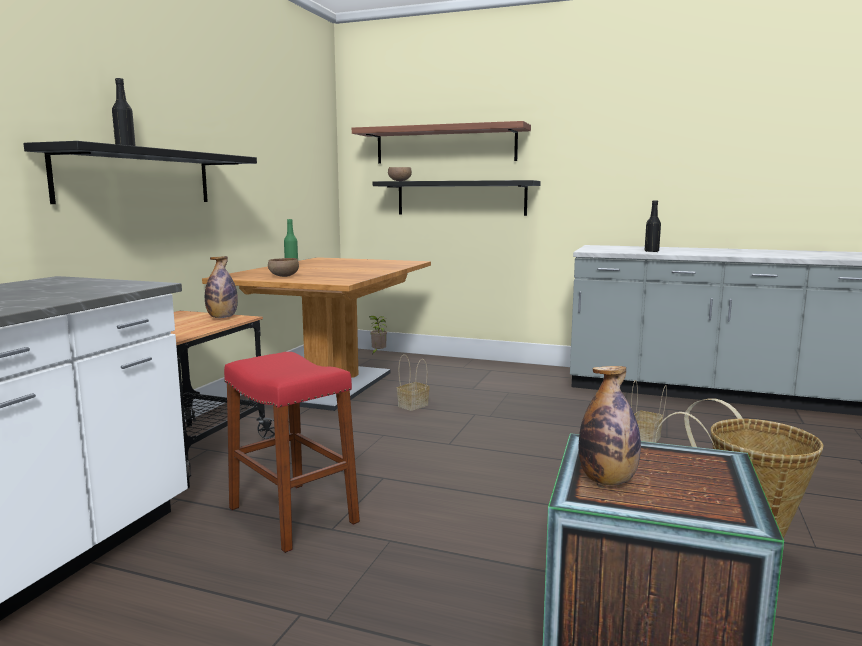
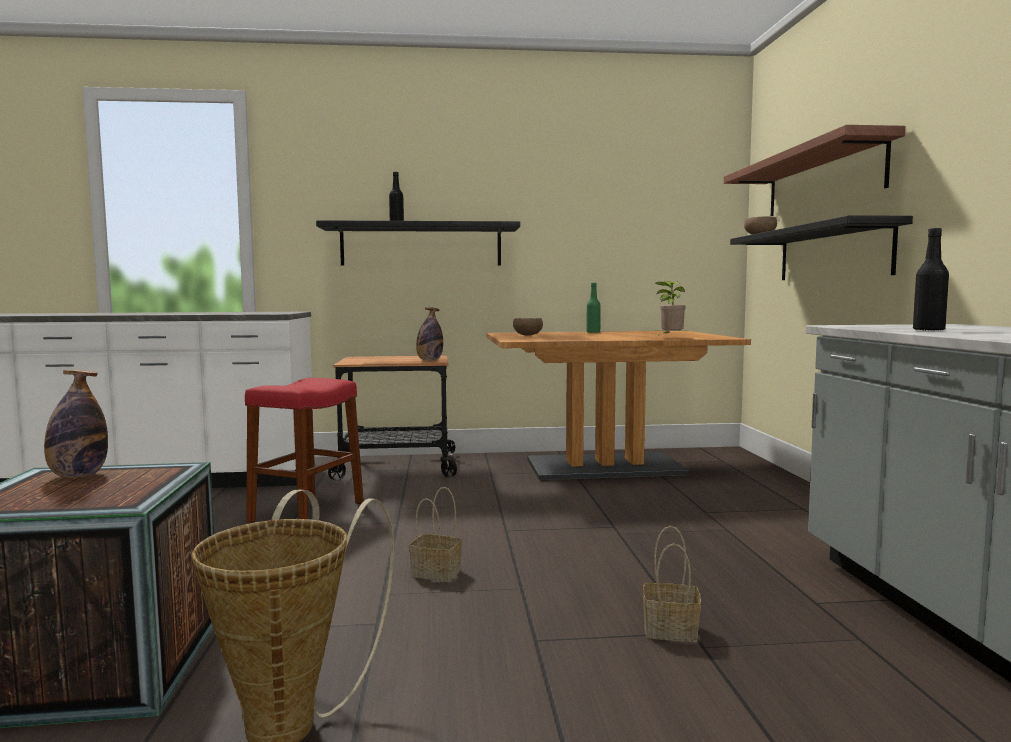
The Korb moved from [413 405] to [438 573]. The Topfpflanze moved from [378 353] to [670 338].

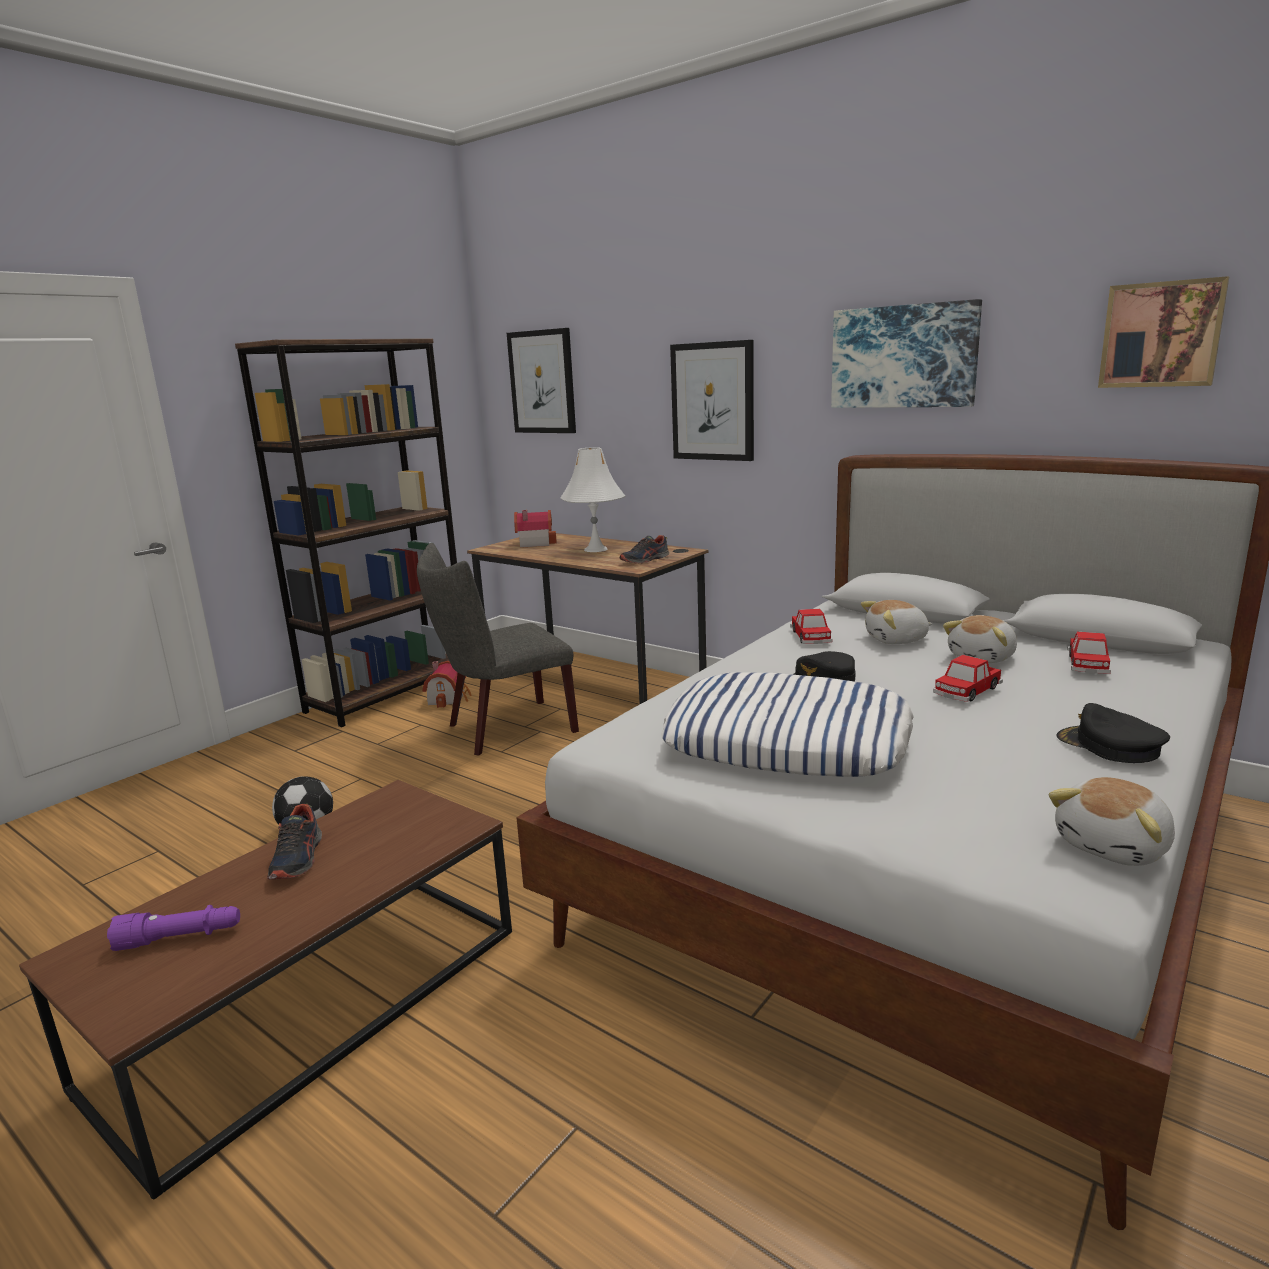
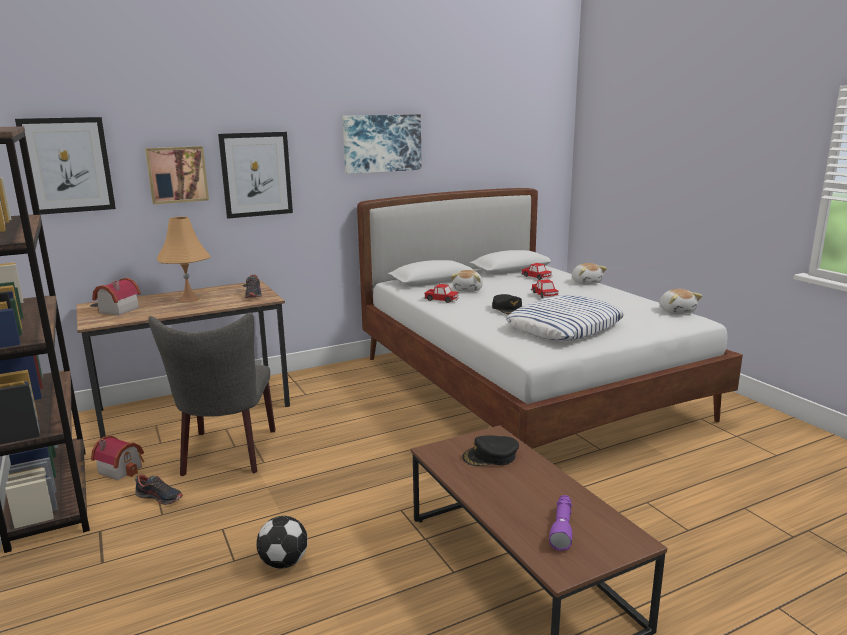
The Schuh moved from [298 859] to [160 497]. The Bild moved from [1161 334] to [177 174]. The Tischlampe/weiß at [596 549] became the Tischlampe/orange at [189 299]. The Kappe/schwarz moved from [1109 746] to [490 456]. The Plüschtier moved from [983 657] to [586 282].

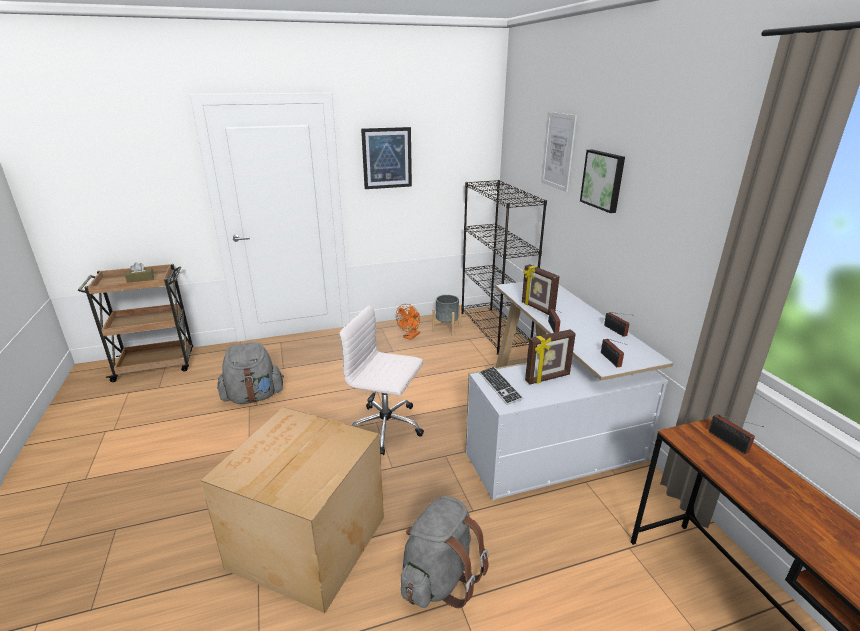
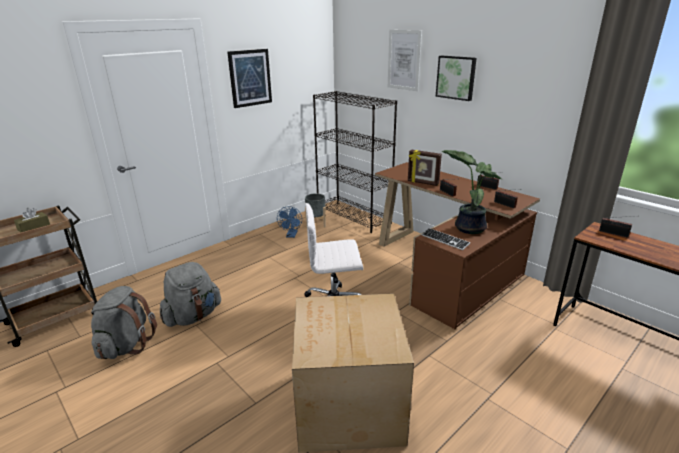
The Rucksack/grau moved from [439 578] to [126 345]. The Ventilator/orange at [410 337] became the Ventilator/blau at [291 235]. The Schreibtisch/weiß at [549 423] became the Schreibtisch/braun at [446 269]. The Bilderrahmen at [548 378] was replaced by the Topfpflanze at [468 227].

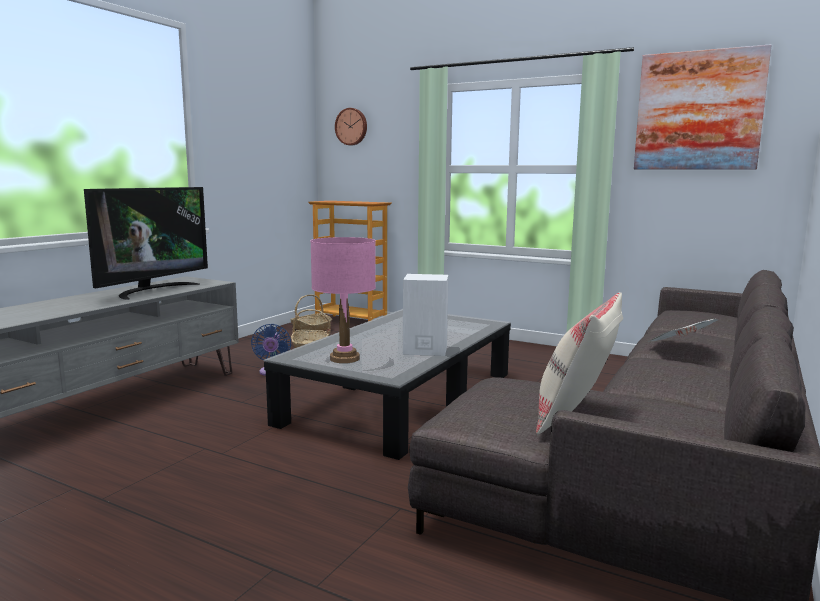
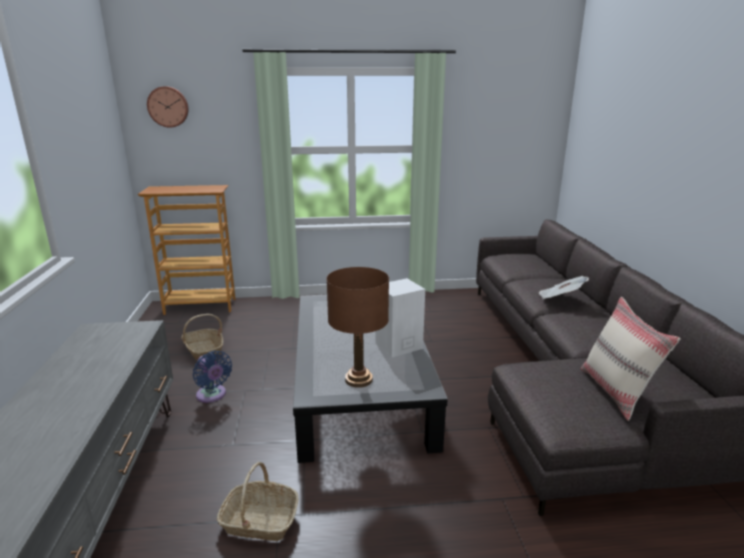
The Korb moved from [310 329] to [259 521]. The Tischlampe/rosa at [345 358] became the Tischlampe/braun at [359 379]. The Fernseher at [152 290] disappeared. The Bild at [698 111] disappeared.

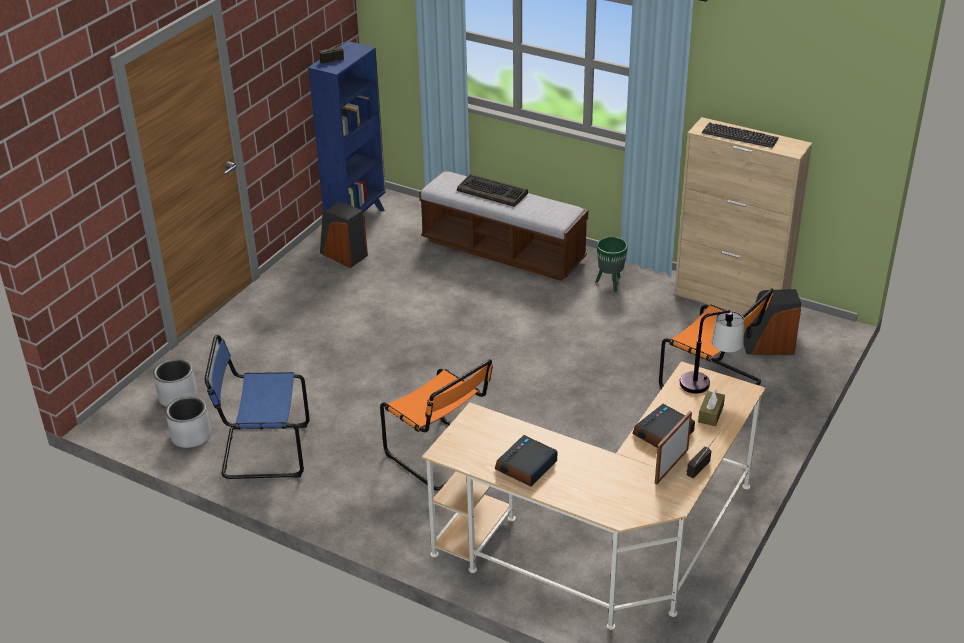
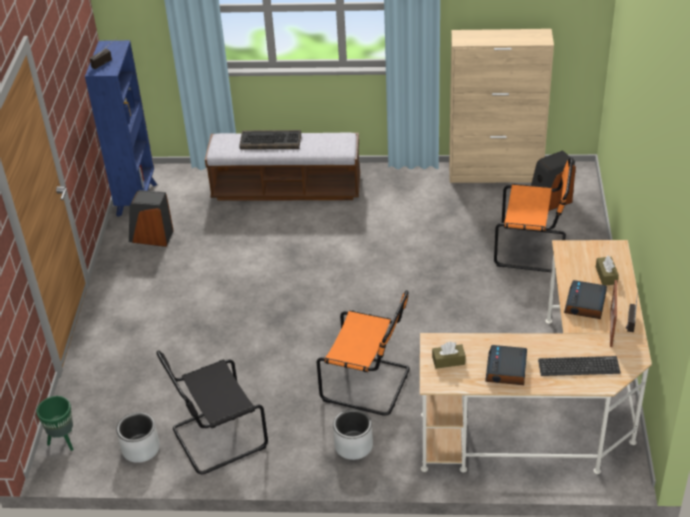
The Pflanzkübel/grün moved from [610 284] to [64 441]. The Stuhl/blau at [262 452] became the Stuhl/schwarz at [216 438]. The Pflanzkübel/grau moved from [178 397] to [353 445]. The Taschentuchbox/braun at [448 361] appeared. The Tastatur moved from [739 136] to [578 366]. The Tischlampe at [708 382] disappeared.

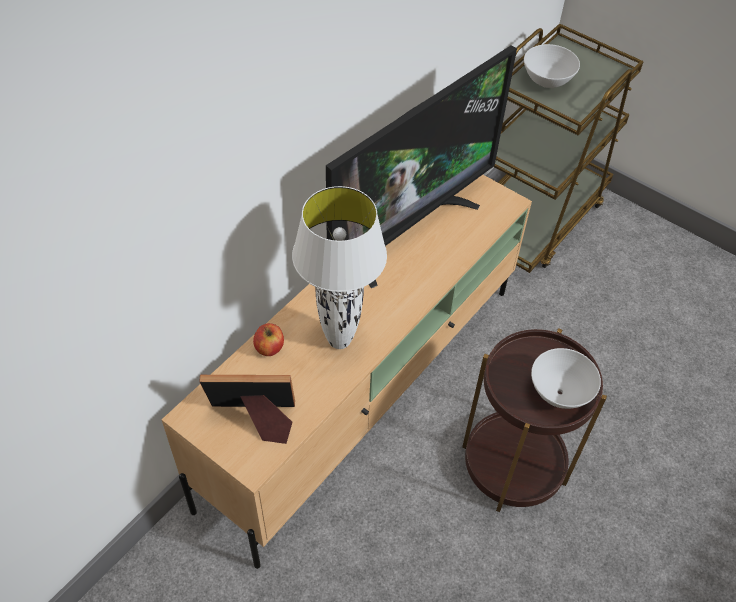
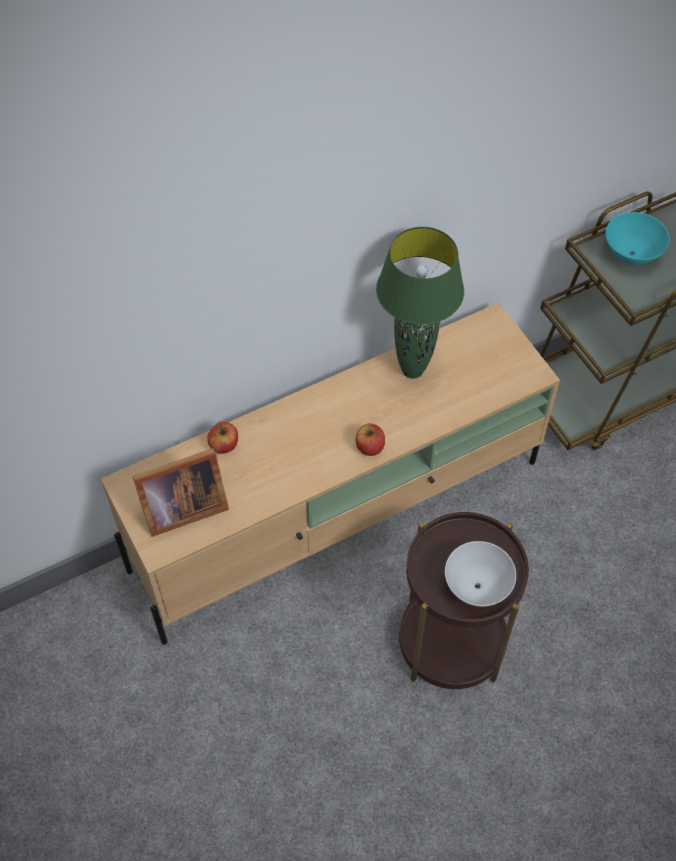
The Bilderrahmen at [256 419] turned 135 degrees clockwise. The Apfel at [369 447] appeared. The Fernseher at [406 230] was replaced by the Tischlampe/grün at [413 370]. The Schüssel/weiß at [546 82] became the Schüssel/türkis at [631 254]. The Tischlampe/weiß at [340 340] disappeared.

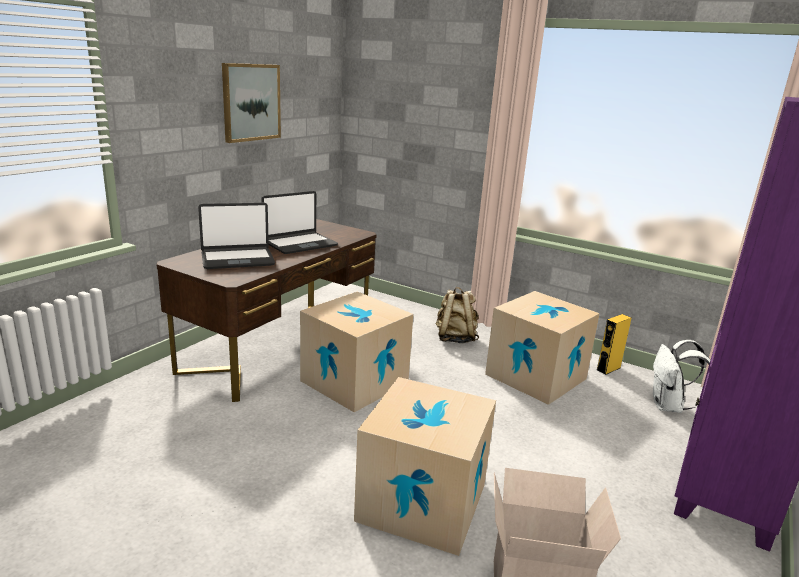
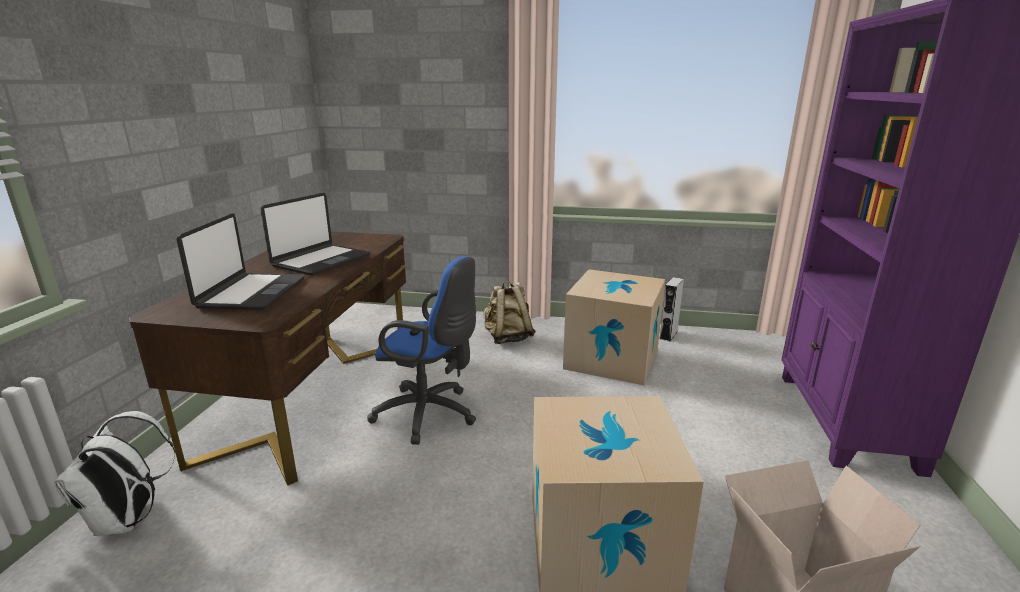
The Rucksack/weiß moved from [669 407] to [128 520]. The Laptop at [237 259] turned 45 degrees counterclockwise. The Karton at [354 382] was replaced by the Bürostuhl/blau at [430 415]. The Lautsprecher/gelb at [608 369] became the Lautsprecher/grau at [668 335]. The Bild at [251 102] disappeared.

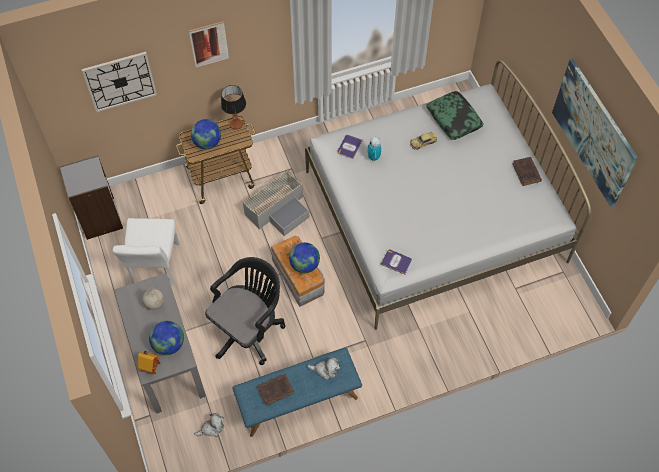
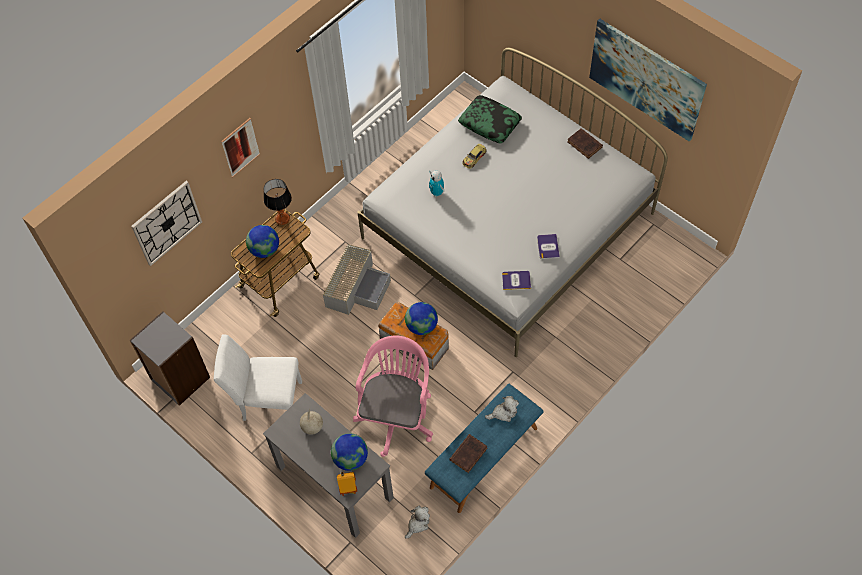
The Stuhl/weiß at [154 268] turned 120 degrees clockwise. The Bürostuhl/schwarz at [249 329] became the Bürostuhl/rosa at [397 414]. The Buch moved from [349 147] to [548 246].

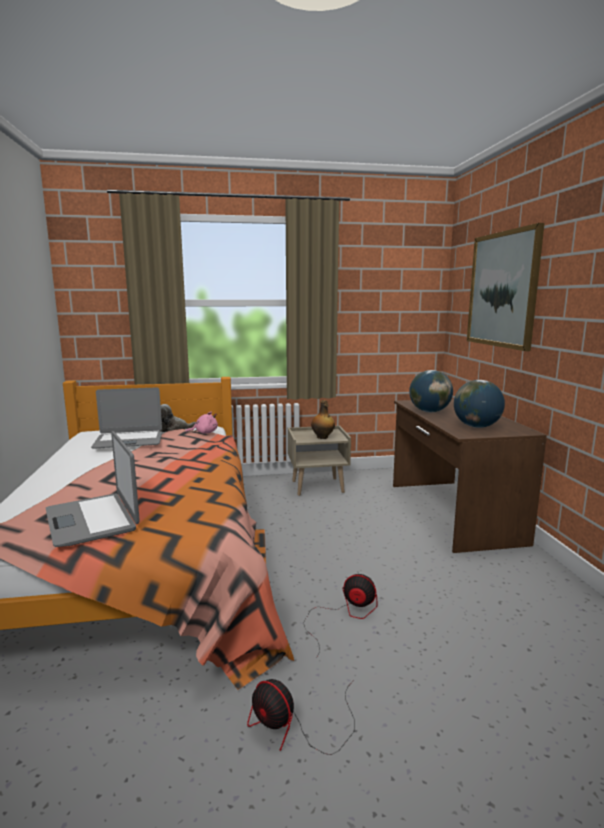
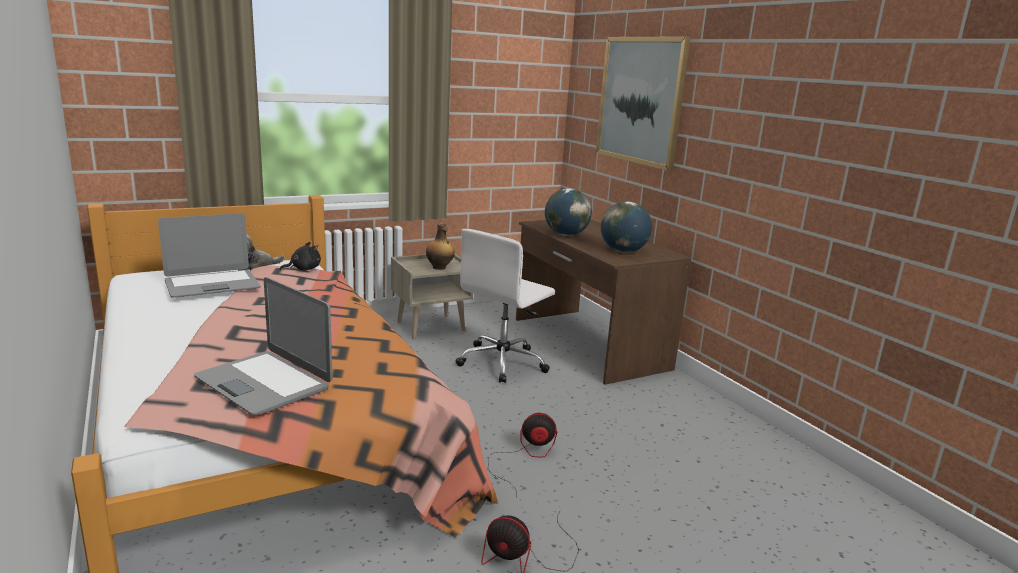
The Plüschtier/rosa at [204 433] became the Plüschtier/schwarz at [303 269]. The Bürostuhl/weiß at [503 362] appeared.

